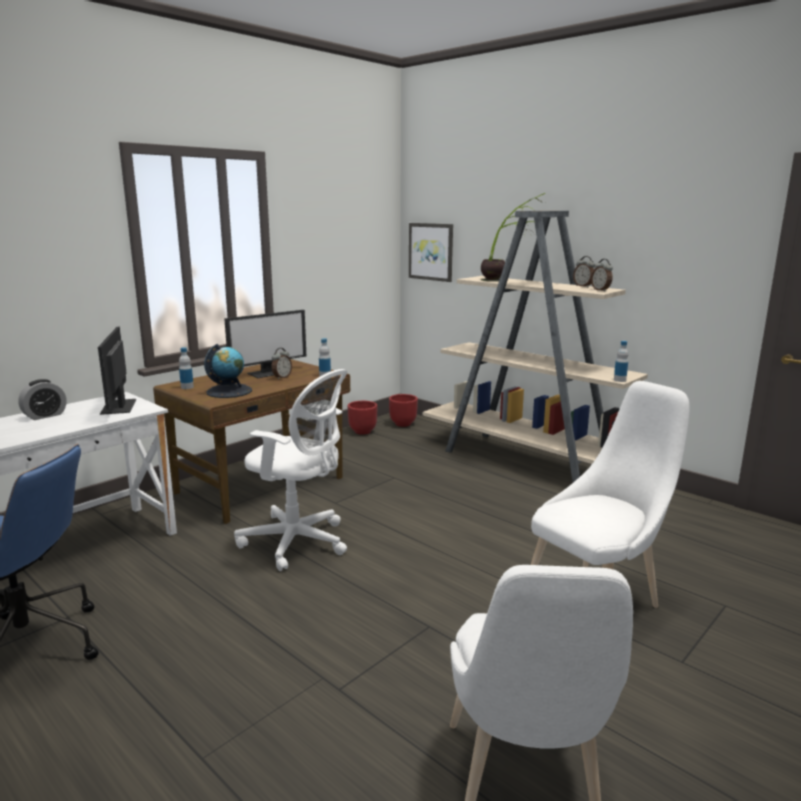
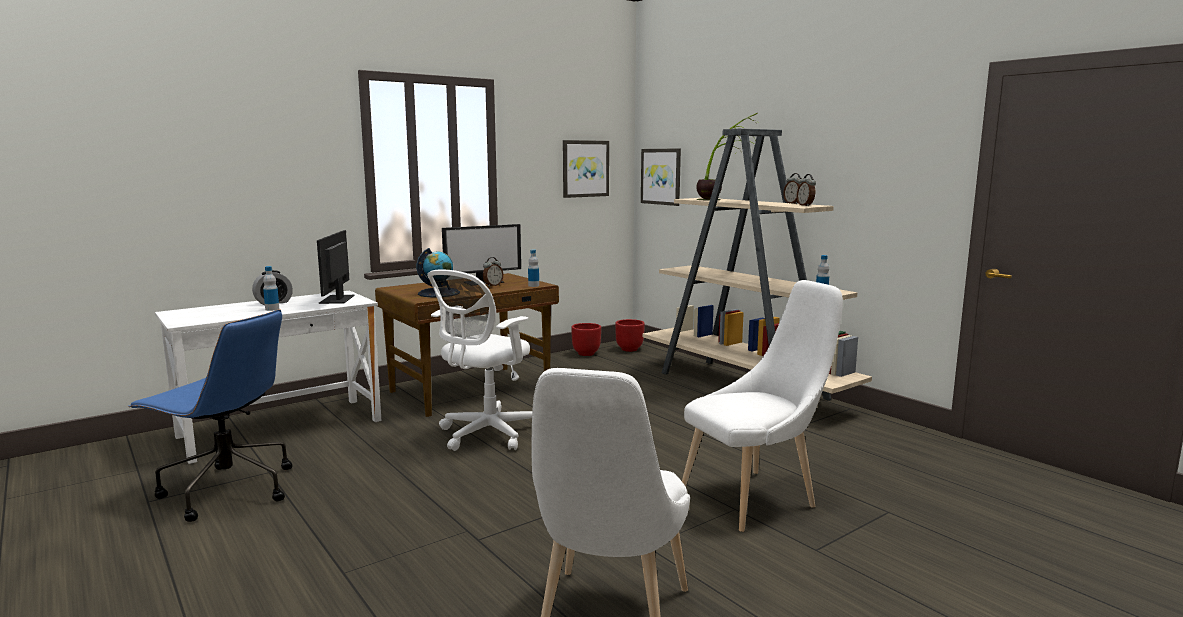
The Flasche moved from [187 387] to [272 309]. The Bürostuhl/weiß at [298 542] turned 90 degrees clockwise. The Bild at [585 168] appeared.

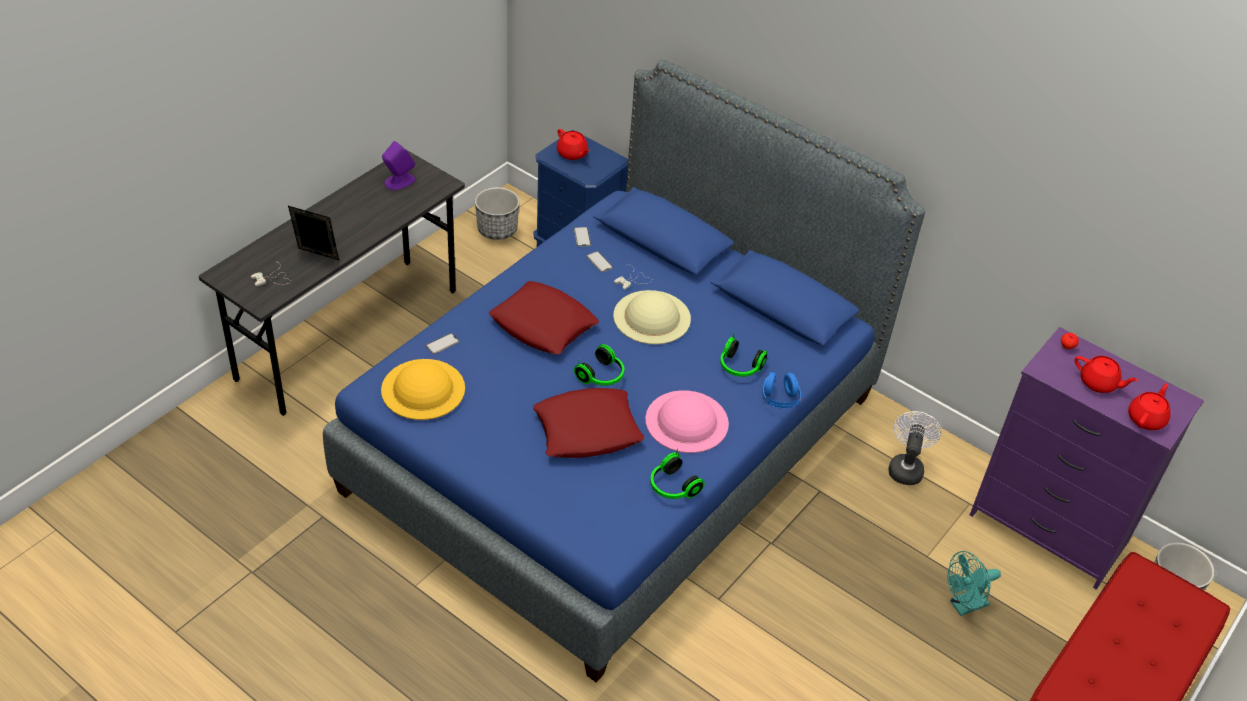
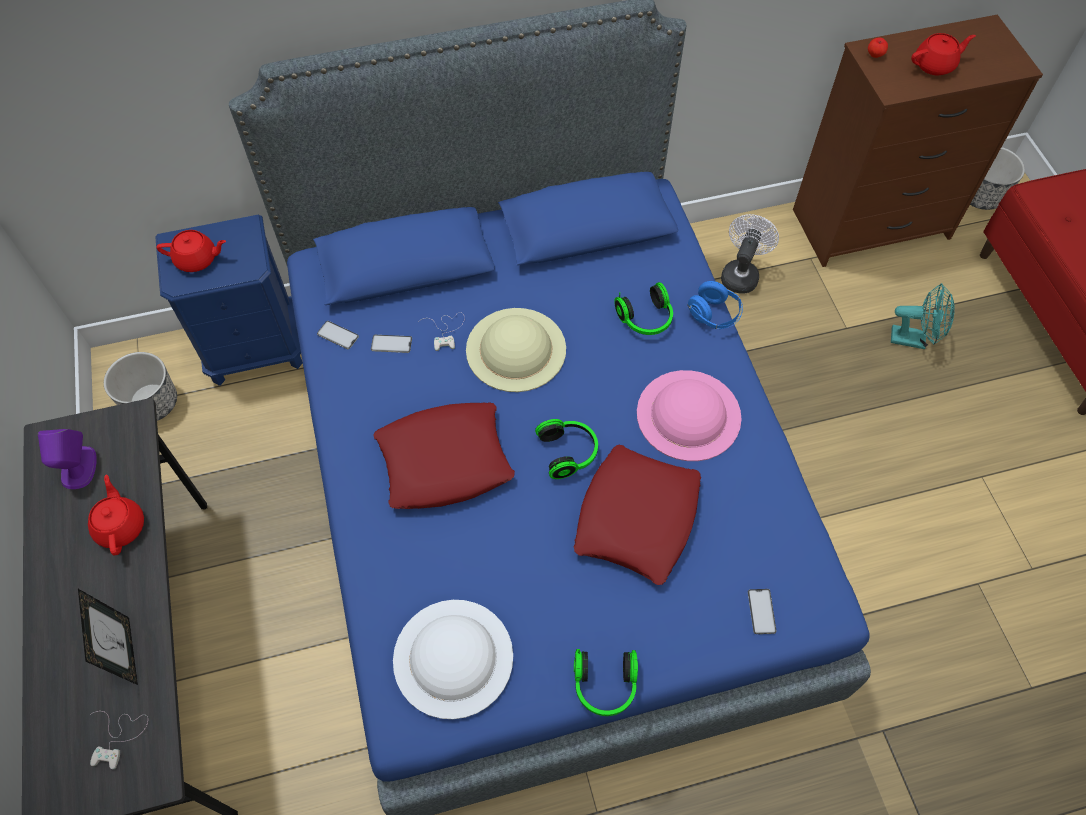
The Bilderrahmen at [316 256] turned 105 degrees clockwise. The Teekanne/rot moved from [1146 419] to [121 526]. The Hut/gelb at [423 389] became the Hut/weiß at [453 657]. The Kopfhörer moved from [672 487] to [605 686]. The Ventilator/weiß at [906 467] turned 60 degrees clockwise. The Handy moved from [442 344] to [761 611]. The Kommode/lila at [1048 528] became the Kommode/braun at [871 225]. The Ventilator/türkis at [964 606] turned 90 degrees counterclockwise.

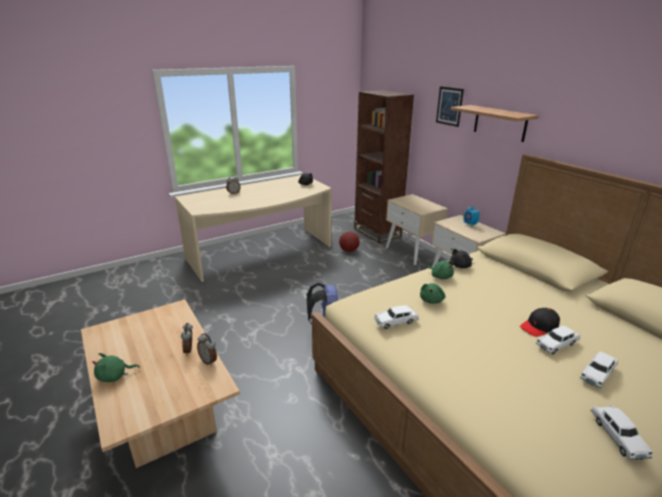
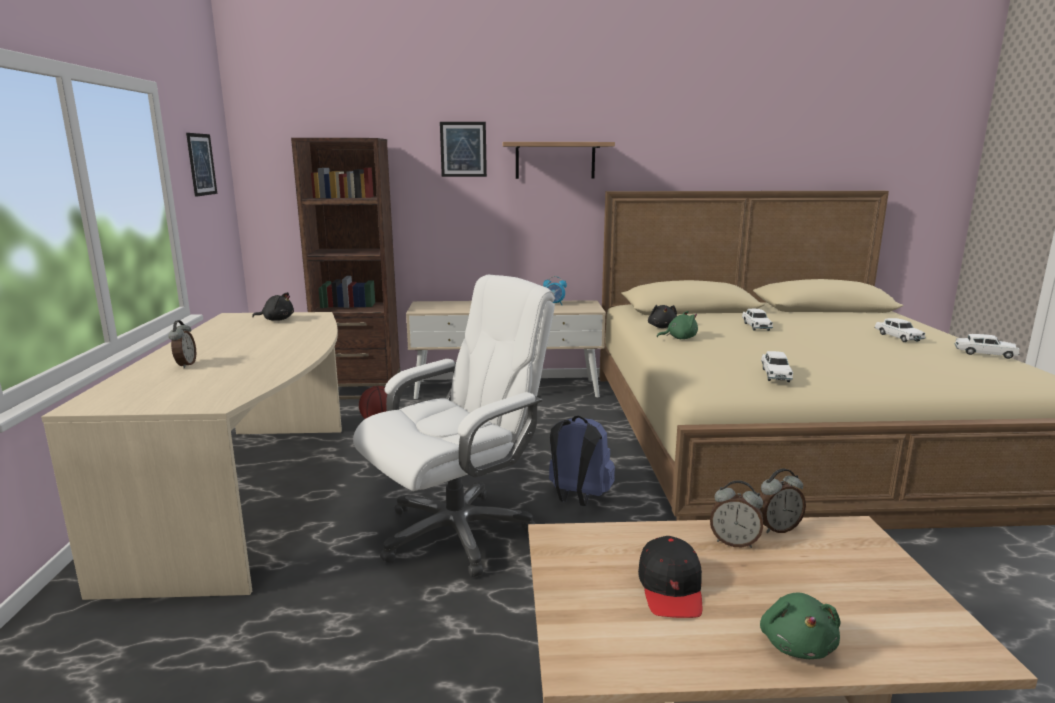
The Bild at [201 164] appeared. The Bürostuhl/weiß at [457 532] appeared. The Kappe/schwarz moved from [539 327] to [671 588]. The Spielzeugauto/weiß moved from [556 345] to [756 326]. The Plüschtier/grün at [431 300] disappeared.

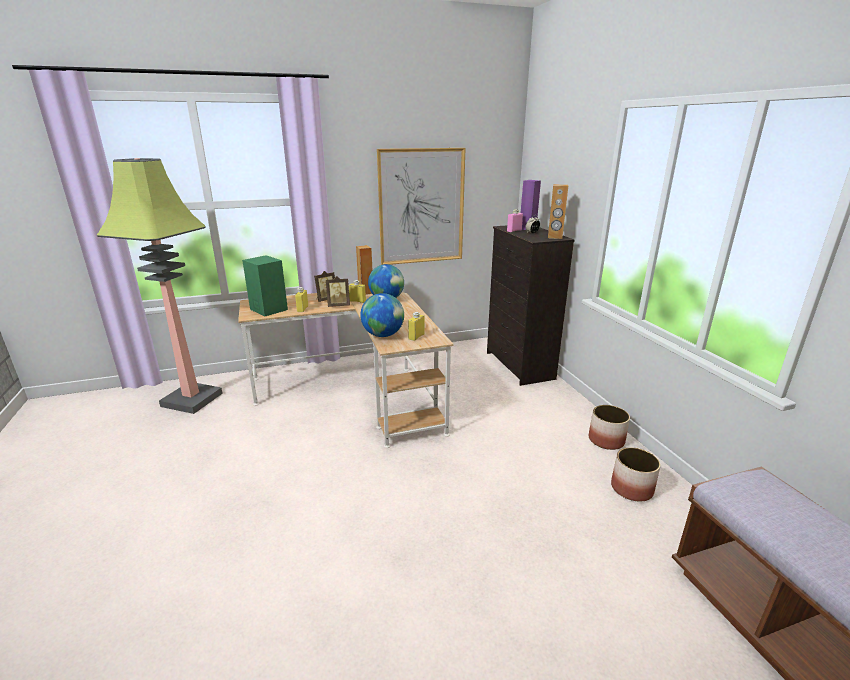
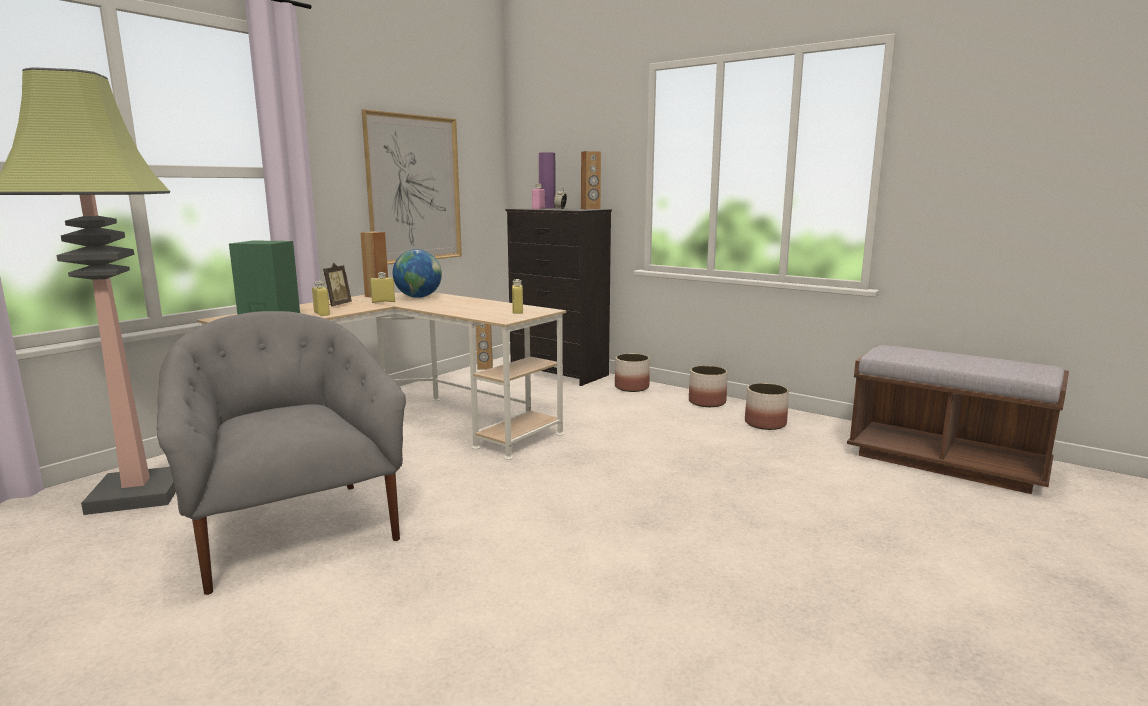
The Sessel/grau at [292 531] appeared. The Lautsprecher/braun at [485 368] appeared. The Pflanzkübel at [631 387] appeared. The Bilderrahmen at [338 305] disappeared. The Globus at [383 335] disappeared.

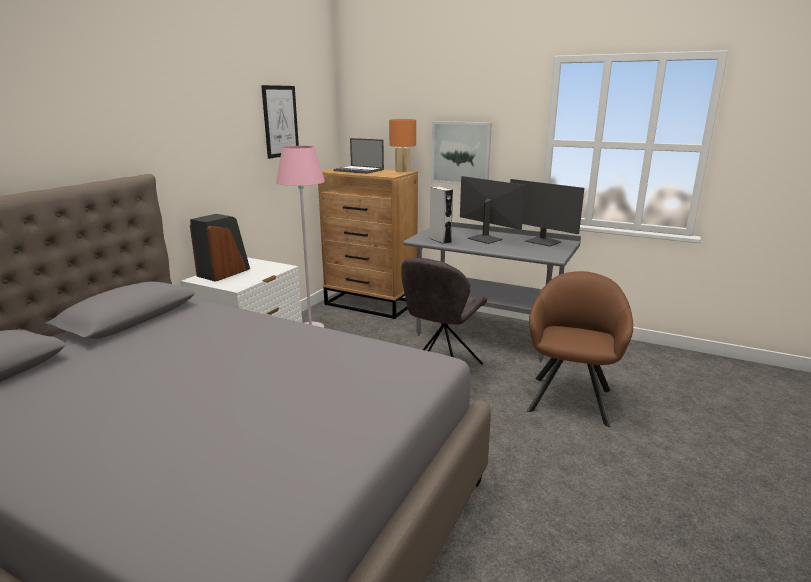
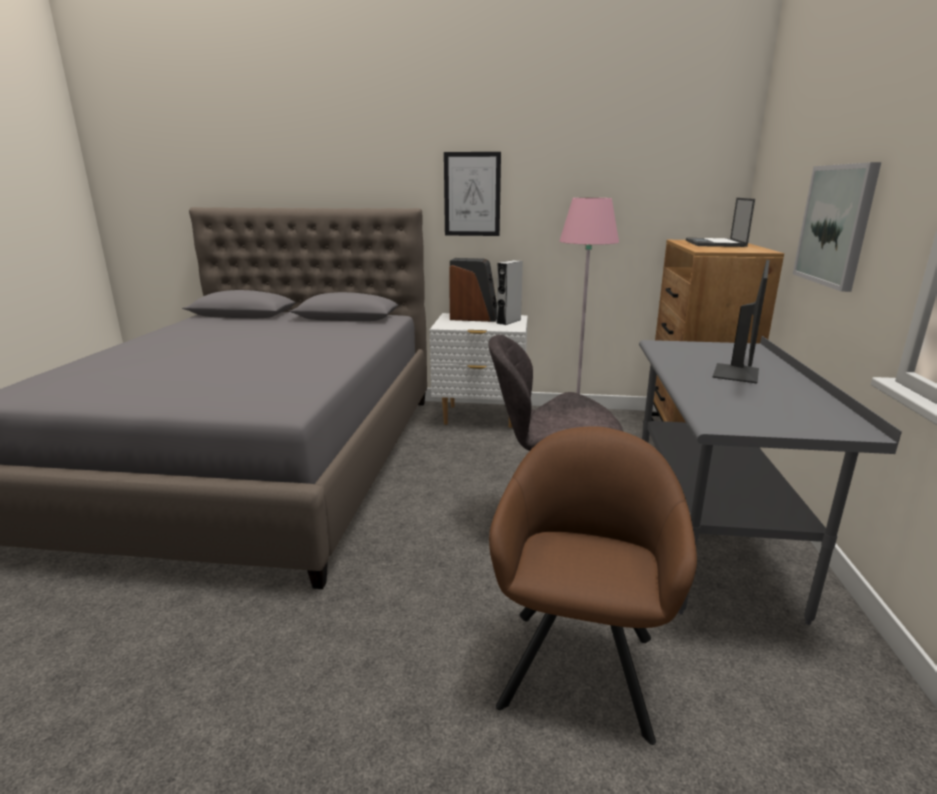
The Bild moved from [280 121] to [472 194]. The Sessel/braun at [571 397] turned 75 degrees counterclockwise. The Lautsprecher/grau moved from [440 240] to [508 321]. The Tischlampe/orange at [402 171] disappeared. The Monitor at [542 242] disappeared.

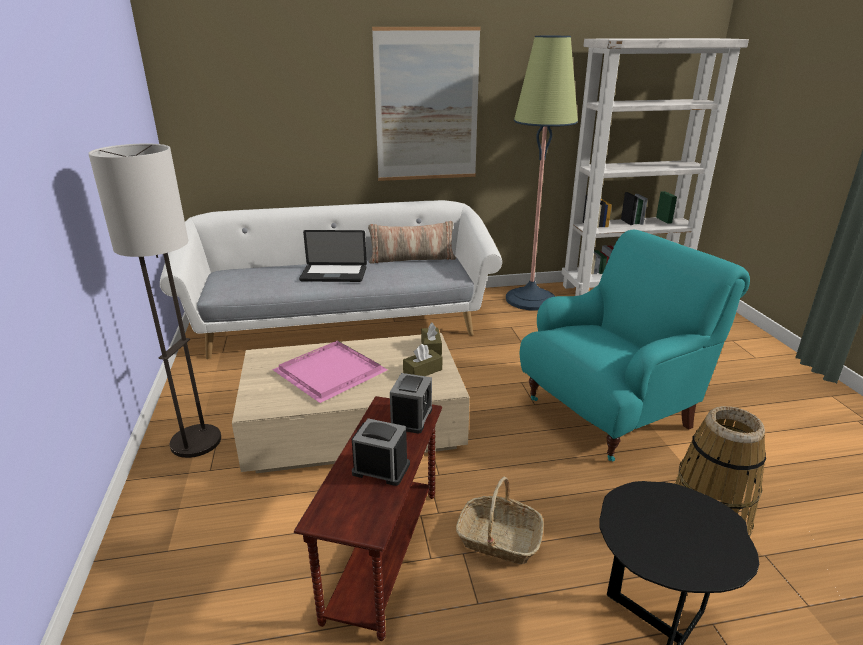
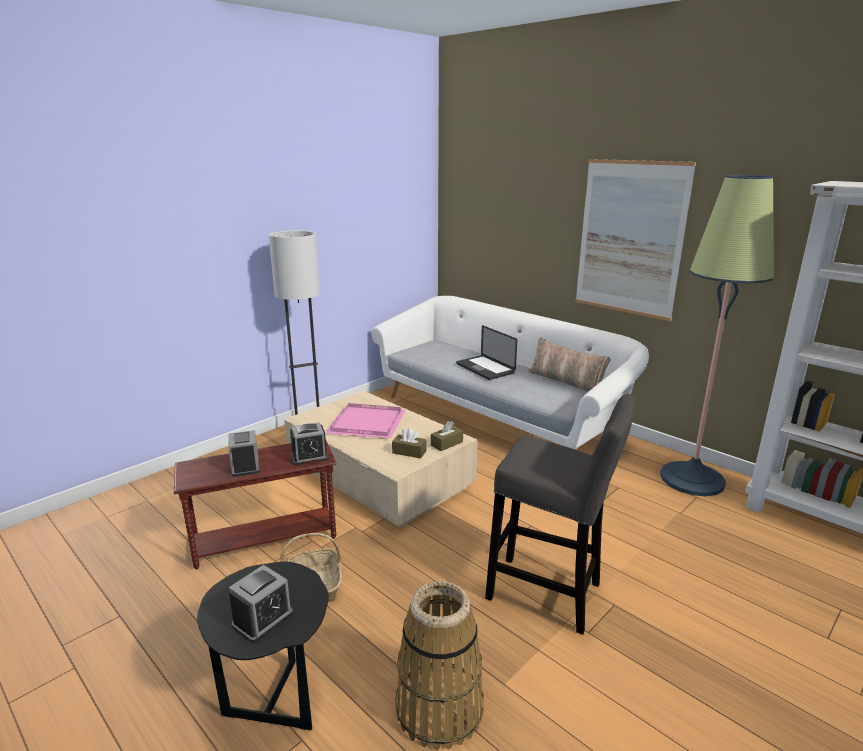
The Wecker at [263 620] appeared. The Sessel/türkis at [611 412] was replaced by the Hocker/grau at [549 594].

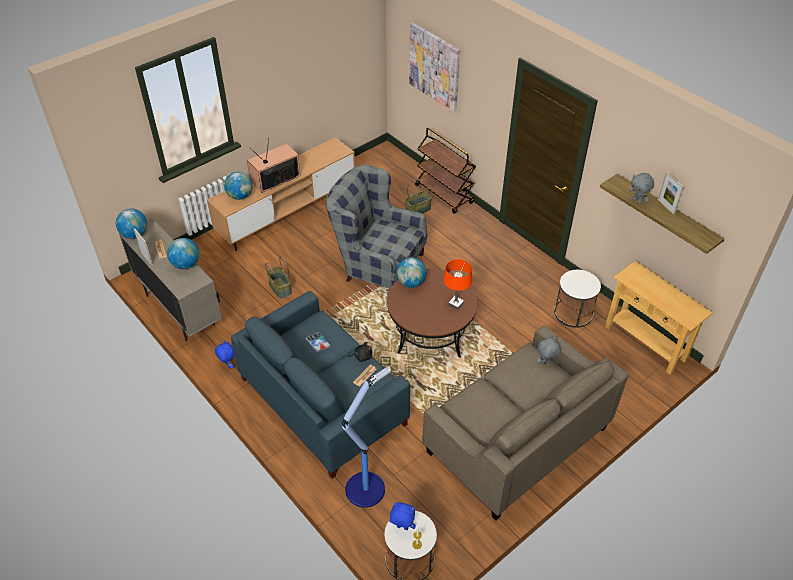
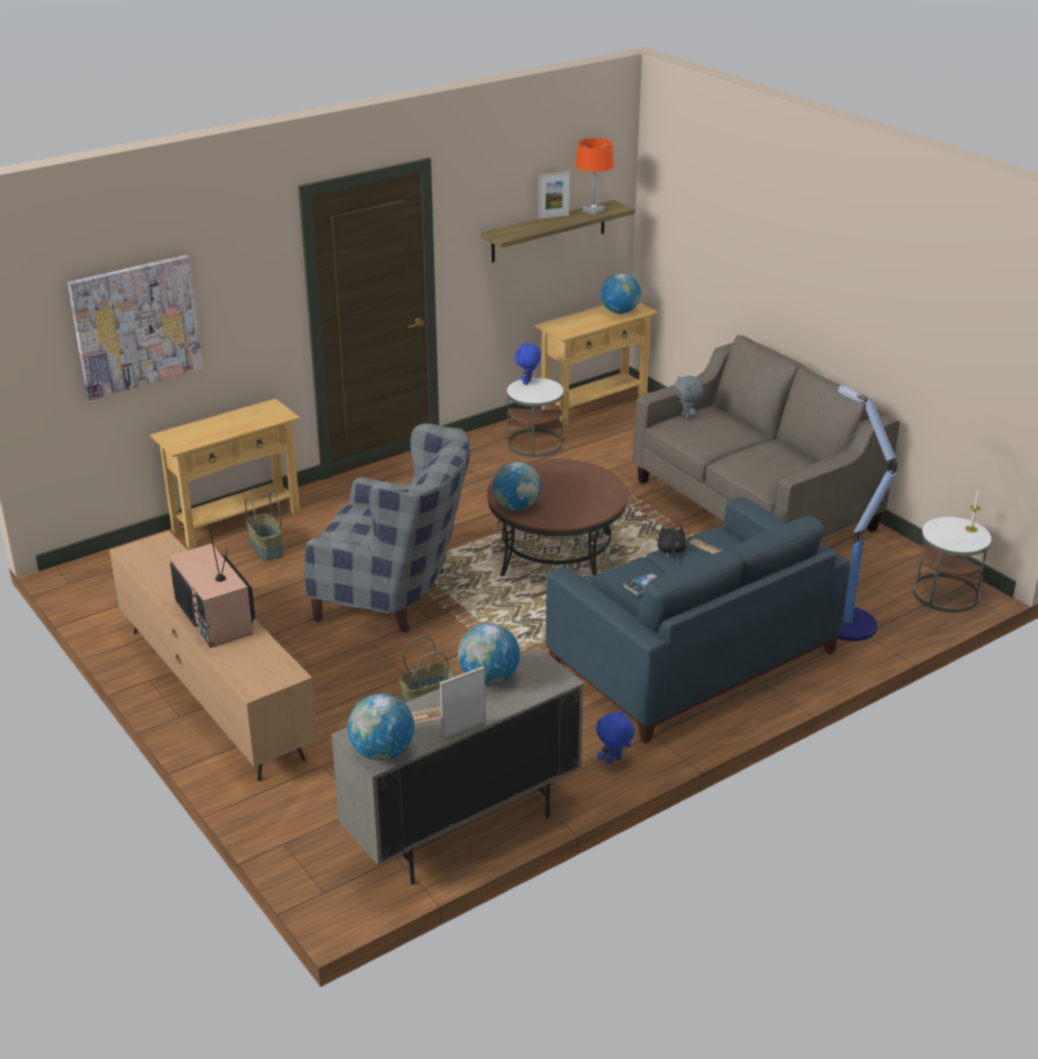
The Rollwagen/braun at [444 194] was replaced by the Konsolentisch/beige at [236 521]. The Sessel/grau at [376 265] turned 105 degrees counterclockwise. The Plüschtier/blau moved from [402 528] to [528 382]. The Tischlampe/orange moved from [456 304] to [593 211]. The Globus moved from [240 196] to [620 312]. The Plüschtier/grau at [637 201] disappeared.

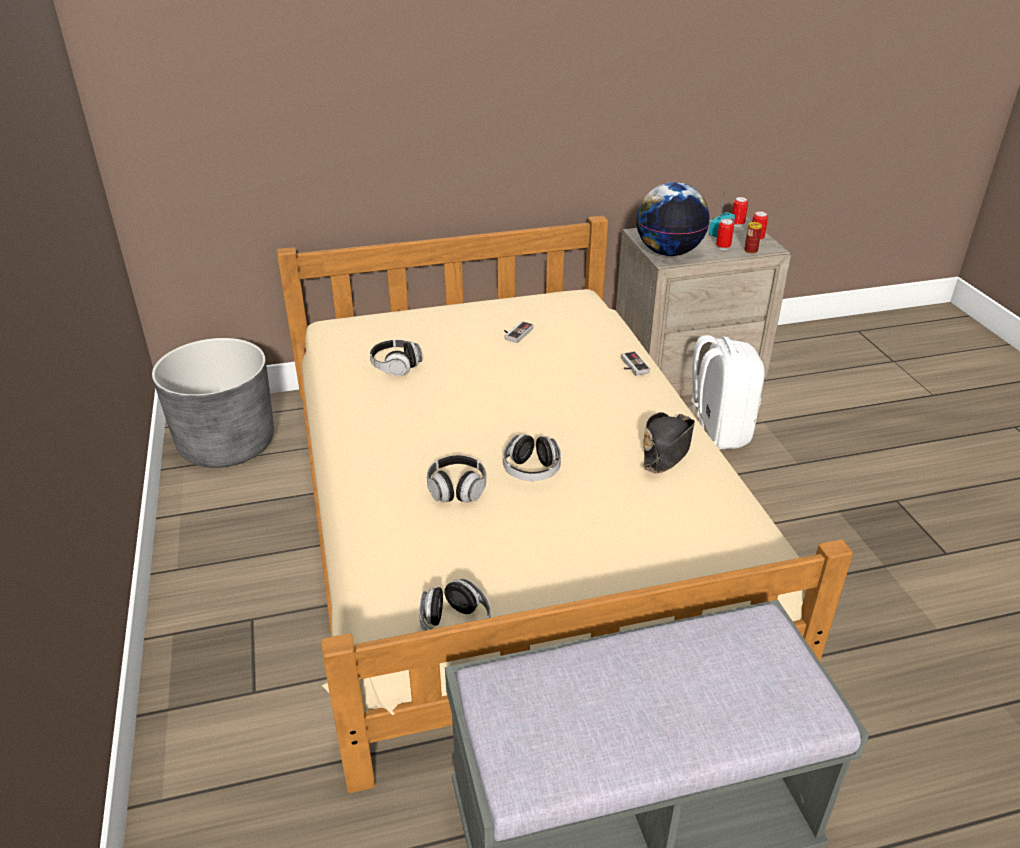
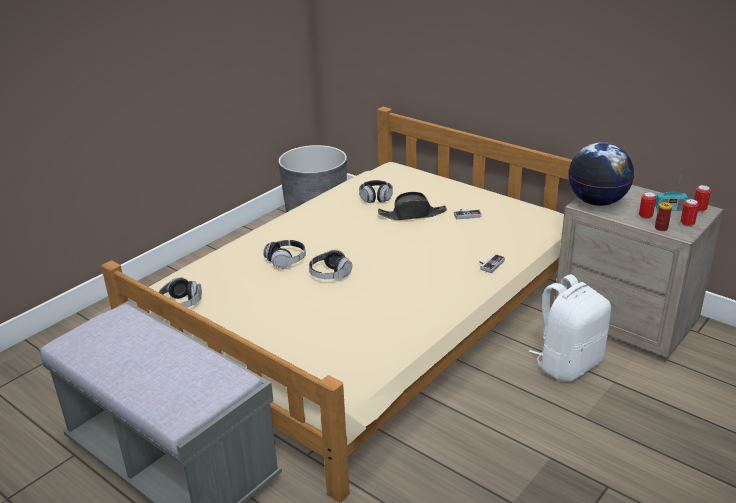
The Hut/schwarz moved from [667 449] to [412 214].

